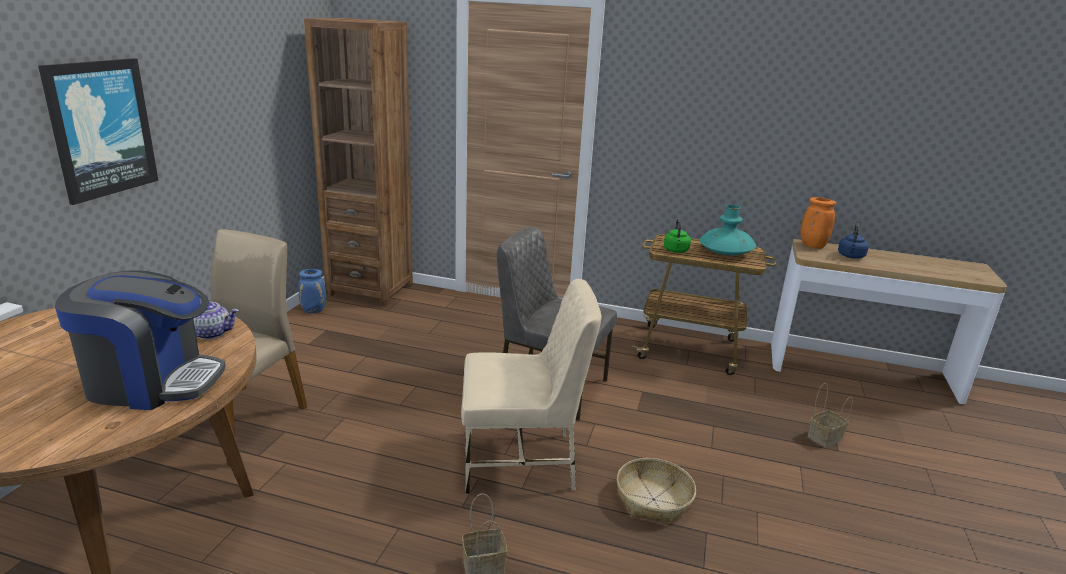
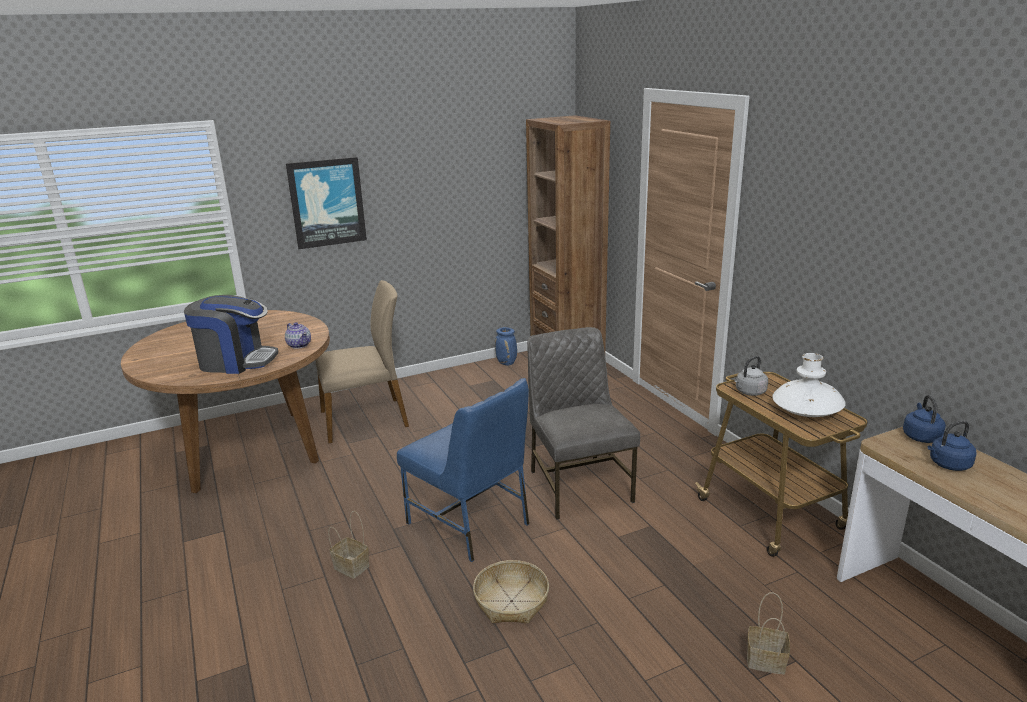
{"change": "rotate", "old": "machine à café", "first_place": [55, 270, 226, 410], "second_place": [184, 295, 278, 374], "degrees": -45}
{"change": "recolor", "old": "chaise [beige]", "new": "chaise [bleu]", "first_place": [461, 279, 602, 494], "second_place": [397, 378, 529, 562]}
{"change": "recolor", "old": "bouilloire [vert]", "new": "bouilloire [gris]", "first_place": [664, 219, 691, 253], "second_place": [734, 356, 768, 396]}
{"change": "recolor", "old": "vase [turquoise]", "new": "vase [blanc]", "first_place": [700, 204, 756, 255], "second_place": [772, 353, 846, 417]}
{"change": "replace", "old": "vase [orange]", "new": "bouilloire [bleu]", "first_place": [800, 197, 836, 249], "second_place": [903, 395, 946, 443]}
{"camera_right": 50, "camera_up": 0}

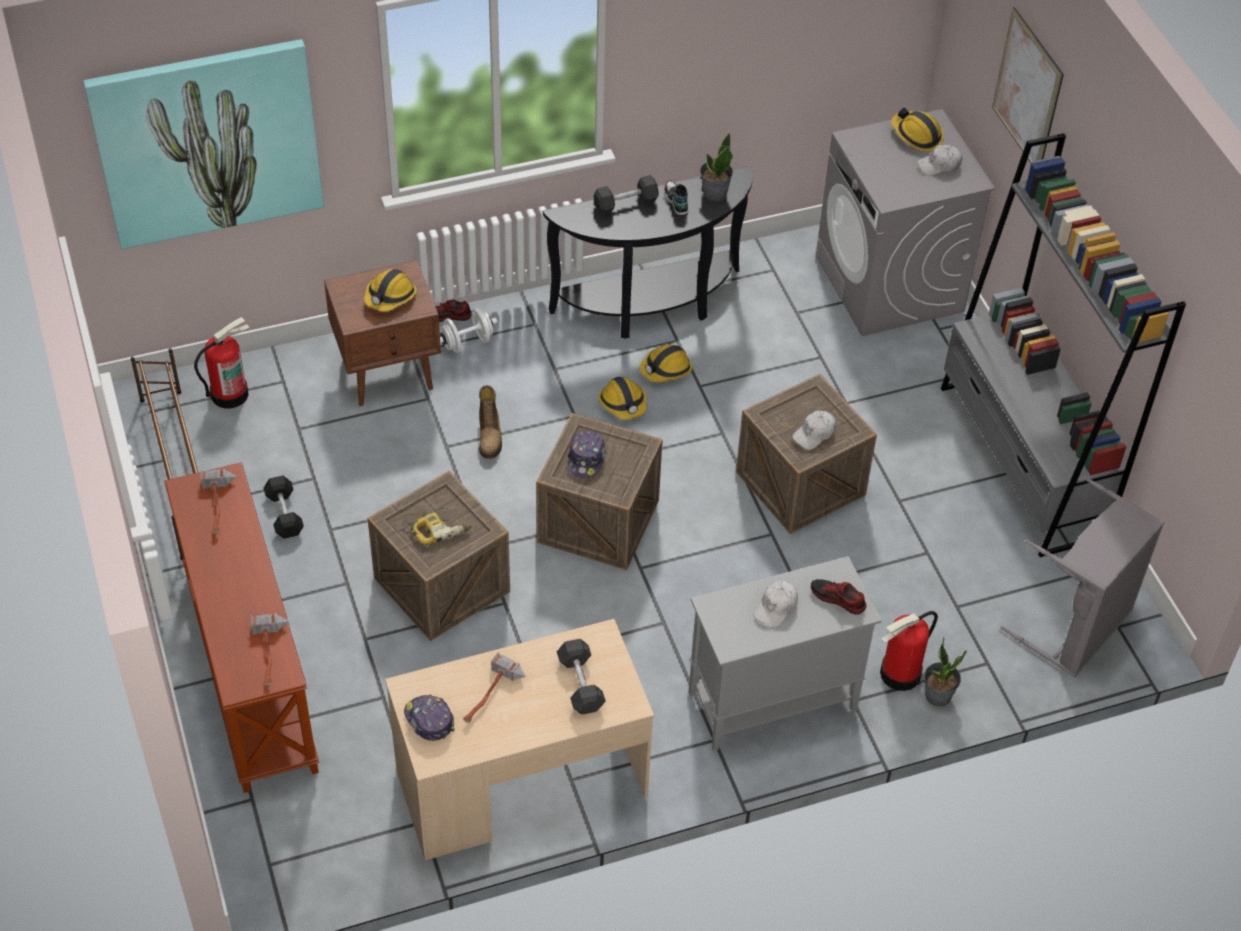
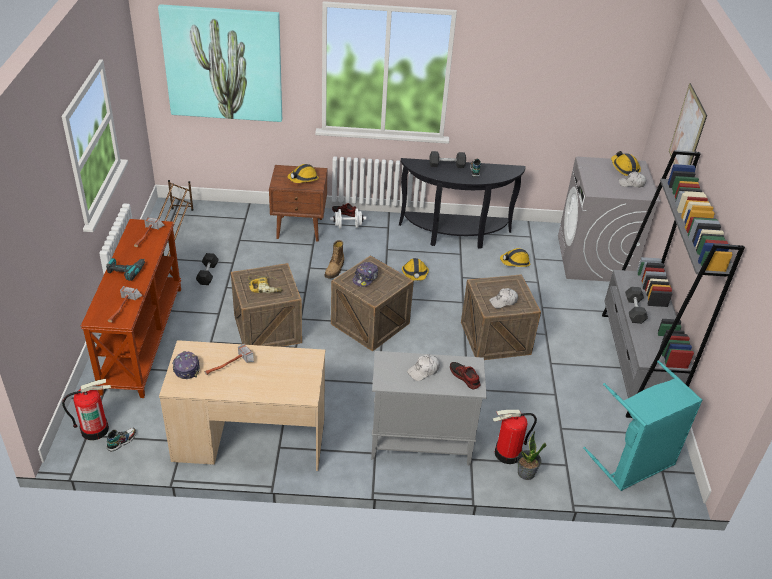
{"change": "move", "old": "extincteur", "first_place": [194, 317, 250, 408], "second_place": [62, 379, 111, 440]}
{"change": "move", "old": "haltère [gris]", "first_place": [557, 639, 606, 714], "second_place": [625, 286, 648, 324]}
{"change": "move", "old": "casque de chantier", "first_place": [639, 344, 692, 382], "second_place": [500, 248, 530, 267]}
{"change": "delete", "old": "plante en pot", "first_place": [700, 133, 733, 201]}
{"change": "recolor", "old": "panier à linge [gris]", "new": "panier à linge [turquoise]", "first_place": [1001, 476, 1164, 678], "second_place": [583, 361, 703, 491]}
{"change": "insert", "new": "perceuse", "second_place": [106, 258, 145, 281]}
{"change": "insert", "new": "chaussure", "second_place": [107, 428, 136, 451]}
{"camera_right": 20, "camera_up": -10}

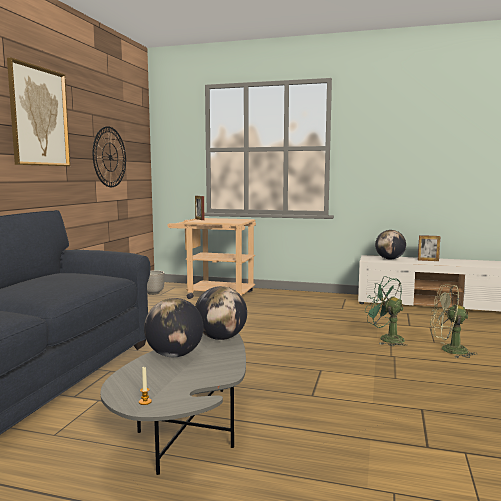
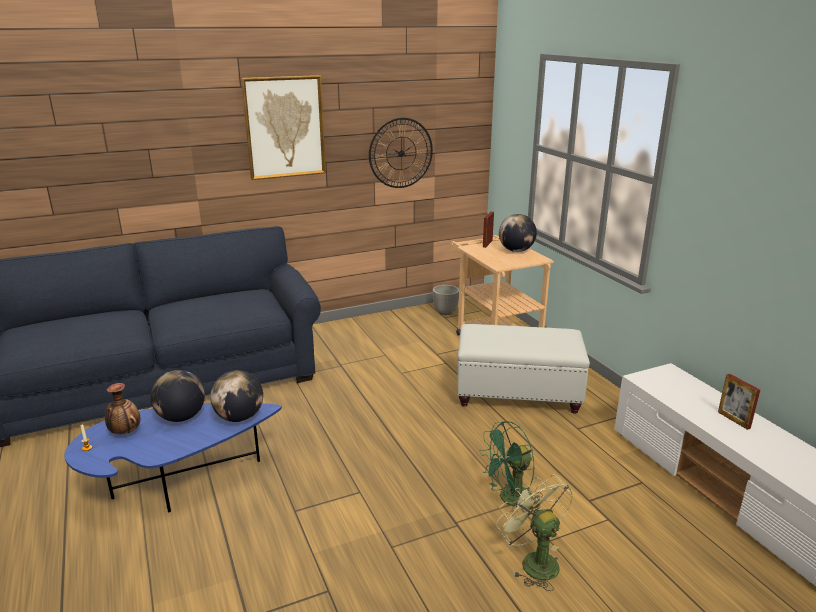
{"change": "recolor", "old": "table basse [gris]", "new": "table basse [bleu]", "first_place": [100, 333, 246, 475], "second_place": [64, 403, 282, 512]}
{"change": "rotate", "old": "ventilateur [vert]", "first_place": [365, 276, 407, 346], "second_place": [479, 421, 543, 512], "degrees": -120}
{"change": "move", "old": "globe", "first_place": [375, 230, 406, 260], "second_place": [499, 214, 537, 252]}
{"change": "insert", "new": "vase", "second_place": [105, 383, 141, 434]}
{"change": "insert", "new": "pouf [blanc]", "second_place": [457, 324, 590, 414]}
{"camera_right": 50, "camera_up": 15}

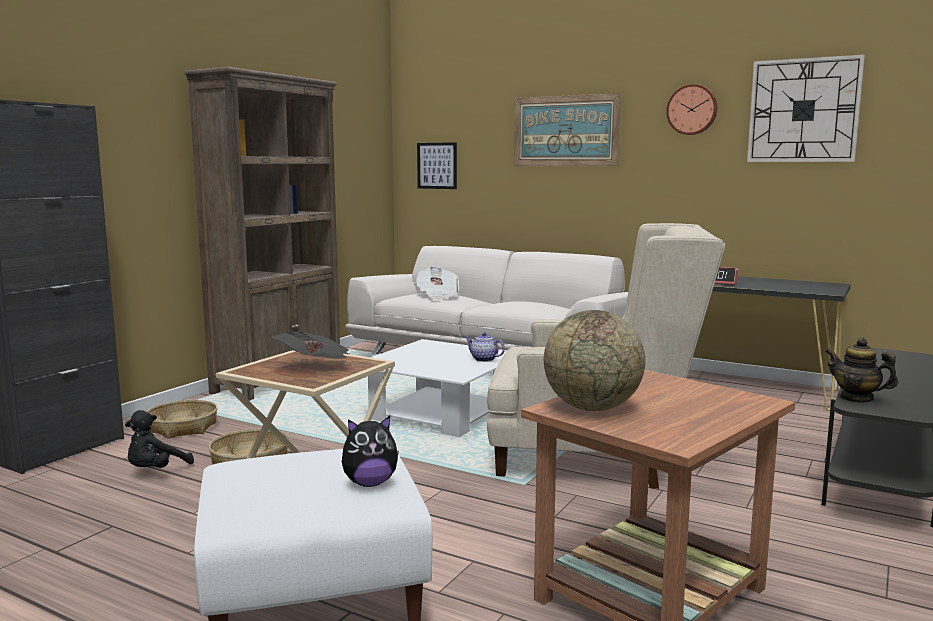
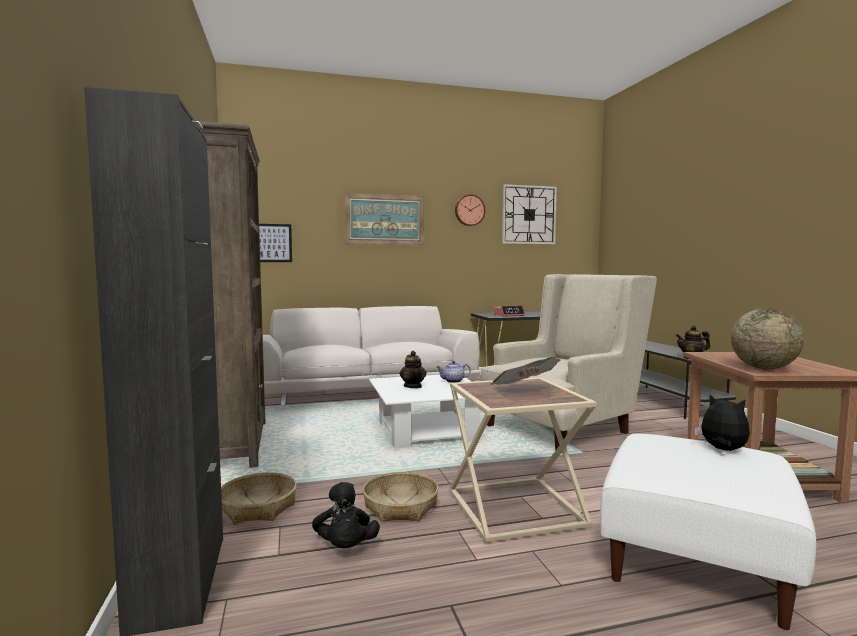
{"change": "rotate", "old": "peluche", "first_place": [342, 416, 399, 487], "second_place": [694, 394, 750, 451], "degrees": -75}
{"change": "delete", "old": "journal", "first_place": [415, 266, 459, 300]}
{"change": "insert", "new": "théière", "second_place": [400, 351, 426, 388]}
{"camera_right": -45, "camera_up": -5}

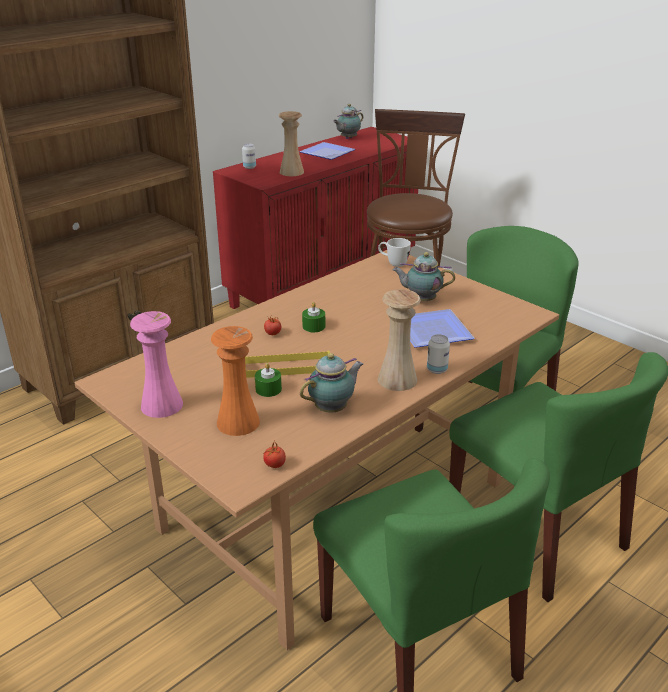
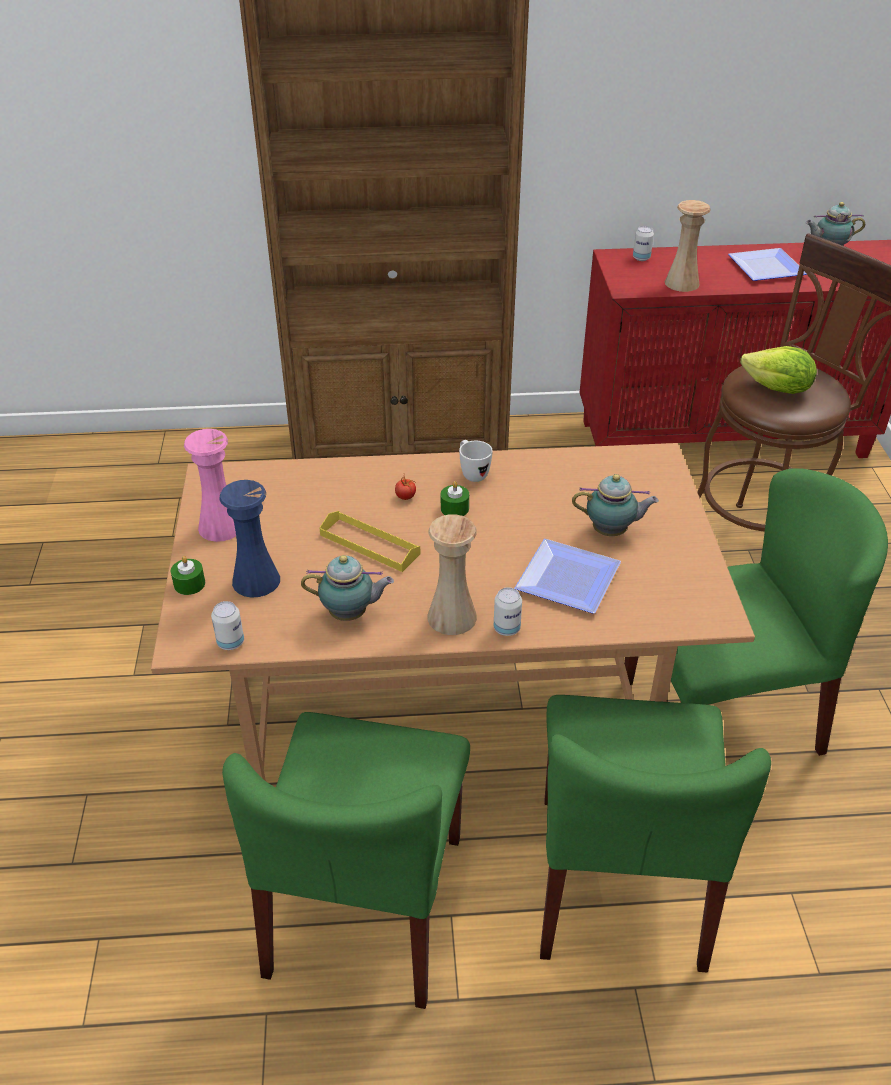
{"change": "recolor", "old": "vase [orange]", "new": "vase [bleu]", "first_place": [211, 326, 260, 436], "second_place": [219, 480, 280, 598]}
{"change": "move", "old": "bougie [vert]", "first_place": [255, 363, 282, 397], "second_place": [171, 556, 205, 595]}
{"change": "replace", "old": "tomate", "new": "boîte métallique", "first_place": [263, 442, 286, 468], "second_place": [211, 601, 244, 650]}
{"change": "move", "old": "mug [blanc]", "first_place": [378, 238, 411, 267], "second_place": [459, 440, 493, 482]}
{"change": "rotate", "old": "théière", "first_place": [393, 252, 455, 301], "second_place": [572, 474, 659, 536], "degrees": 135}
{"change": "insert", "new": "laitue", "second_place": [740, 346, 817, 394]}
{"camera_right": 40, "camera_up": 10}

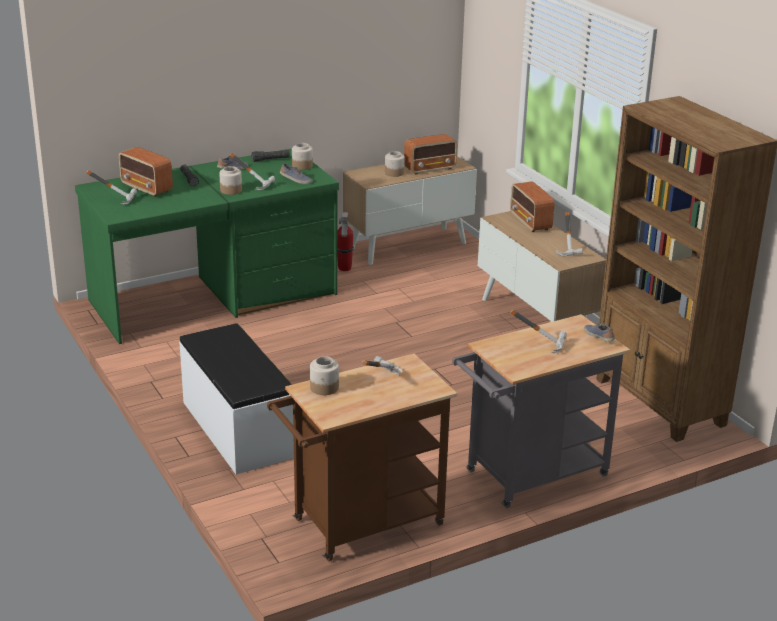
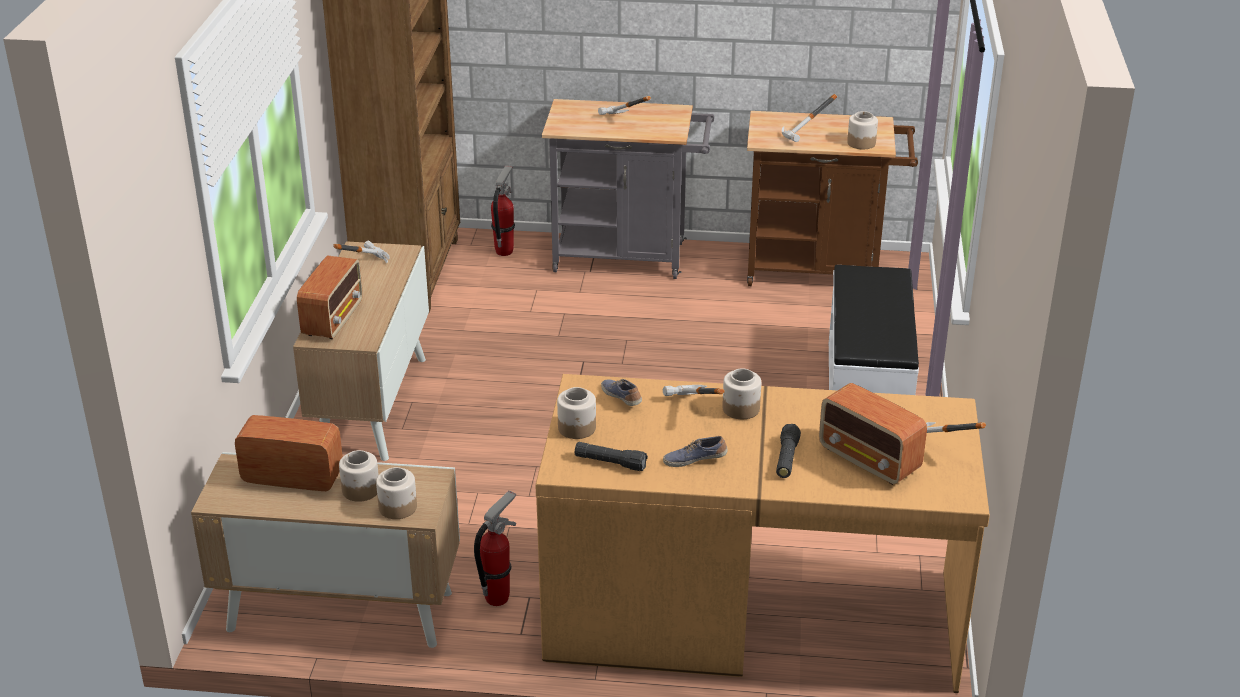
{"change": "recolor", "old": "bureau [vert]", "new": "bureau [marron]", "first_place": [75, 149, 339, 344], "second_place": [535, 374, 990, 693]}
{"change": "rotate", "old": "radio", "first_place": [118, 147, 173, 197], "second_place": [819, 383, 927, 485], "degrees": 150}
{"change": "delete", "old": "chaussure", "first_place": [584, 323, 615, 342]}
{"change": "insert", "new": "bocal", "second_place": [376, 467, 417, 519]}
{"change": "insert", "new": "extincteur", "second_place": [491, 165, 515, 256]}
{"camera_right": -145, "camera_up": 5}

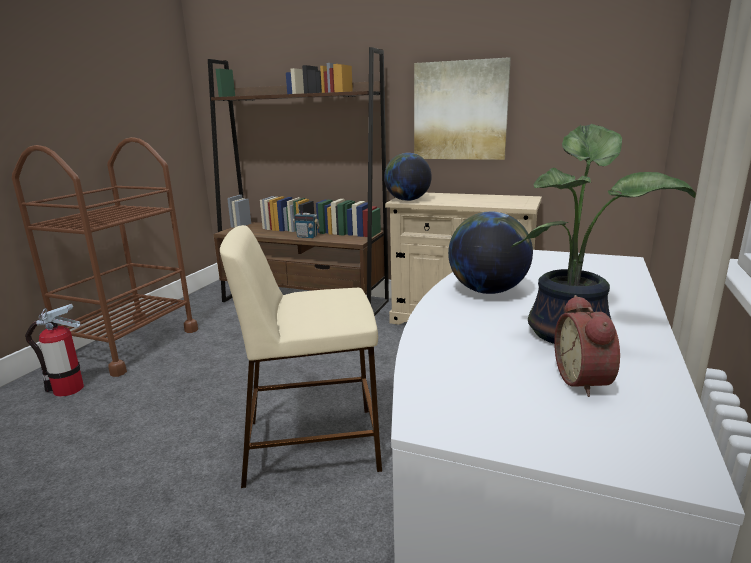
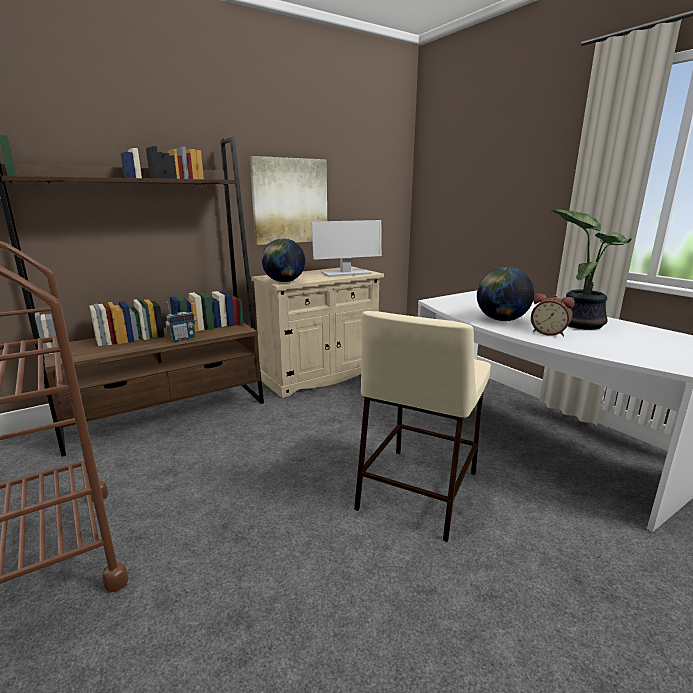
{"change": "delete", "old": "extincteur", "first_place": [25, 304, 84, 397]}
{"change": "move", "old": "réveil", "first_place": [554, 295, 620, 397], "second_place": [531, 293, 575, 337]}
{"change": "insert", "new": "écran d'ordinateur", "second_place": [311, 220, 382, 277]}
{"camera_right": -55, "camera_up": 0}

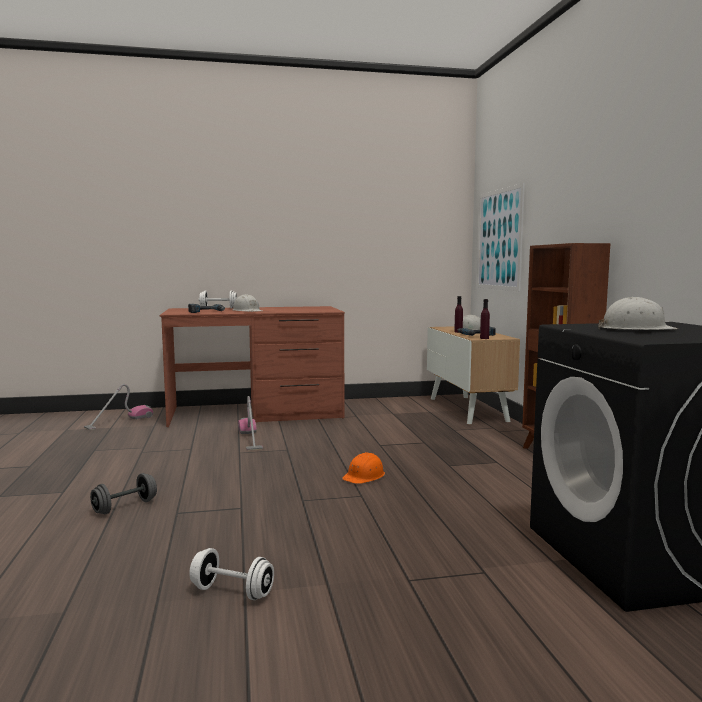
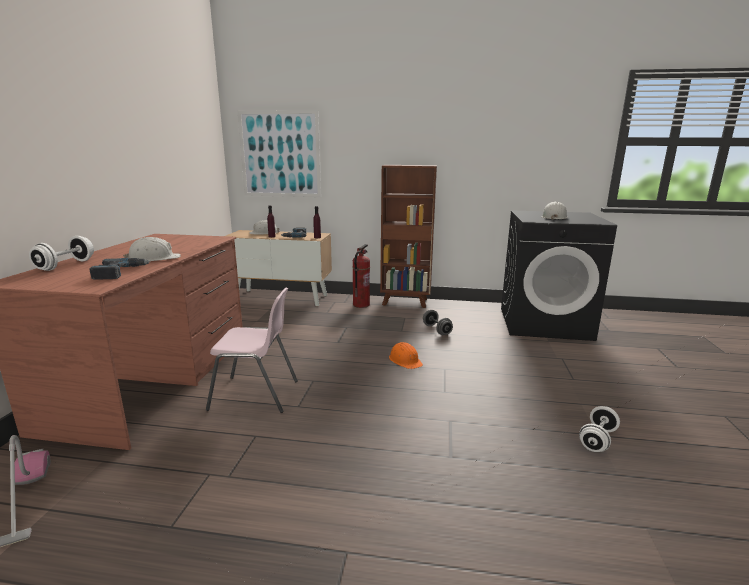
{"change": "move", "old": "haltère [gris]", "first_place": [90, 473, 157, 515], "second_place": [423, 310, 453, 335]}
{"change": "replace", "old": "aspirateur", "new": "chaise [rose]", "first_place": [238, 396, 263, 450], "second_place": [206, 288, 298, 413]}
{"change": "insert", "new": "extincteur", "second_place": [352, 244, 370, 308]}
{"camera_right": -70, "camera_up": 10}

